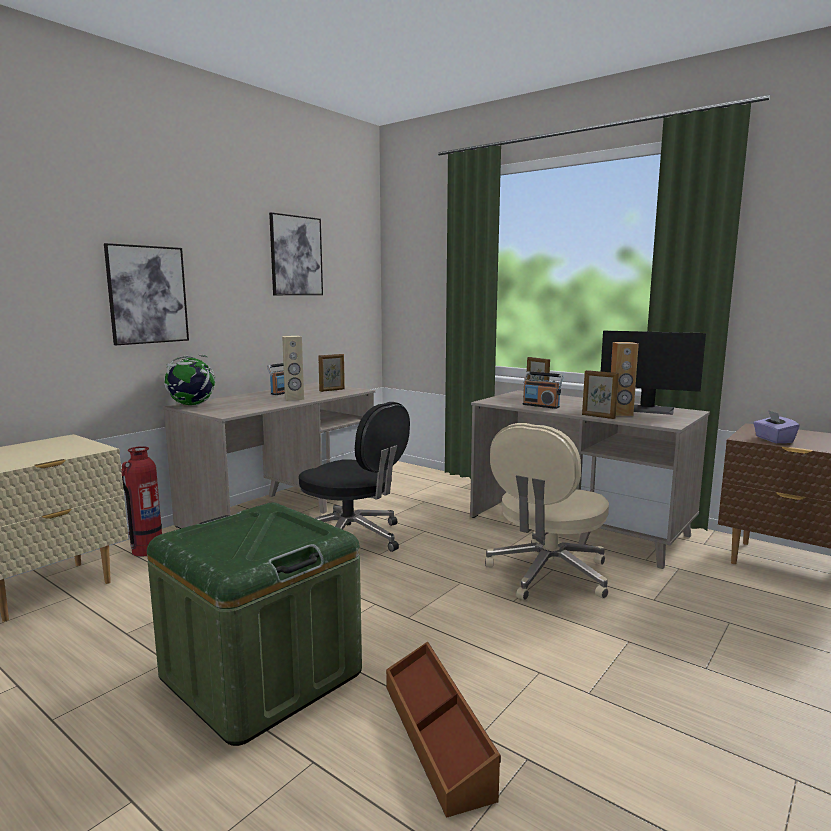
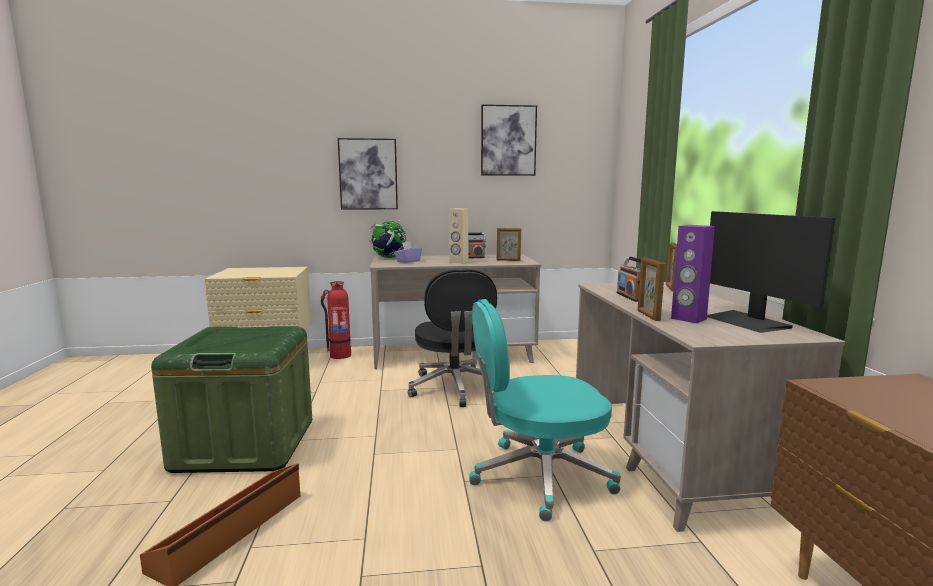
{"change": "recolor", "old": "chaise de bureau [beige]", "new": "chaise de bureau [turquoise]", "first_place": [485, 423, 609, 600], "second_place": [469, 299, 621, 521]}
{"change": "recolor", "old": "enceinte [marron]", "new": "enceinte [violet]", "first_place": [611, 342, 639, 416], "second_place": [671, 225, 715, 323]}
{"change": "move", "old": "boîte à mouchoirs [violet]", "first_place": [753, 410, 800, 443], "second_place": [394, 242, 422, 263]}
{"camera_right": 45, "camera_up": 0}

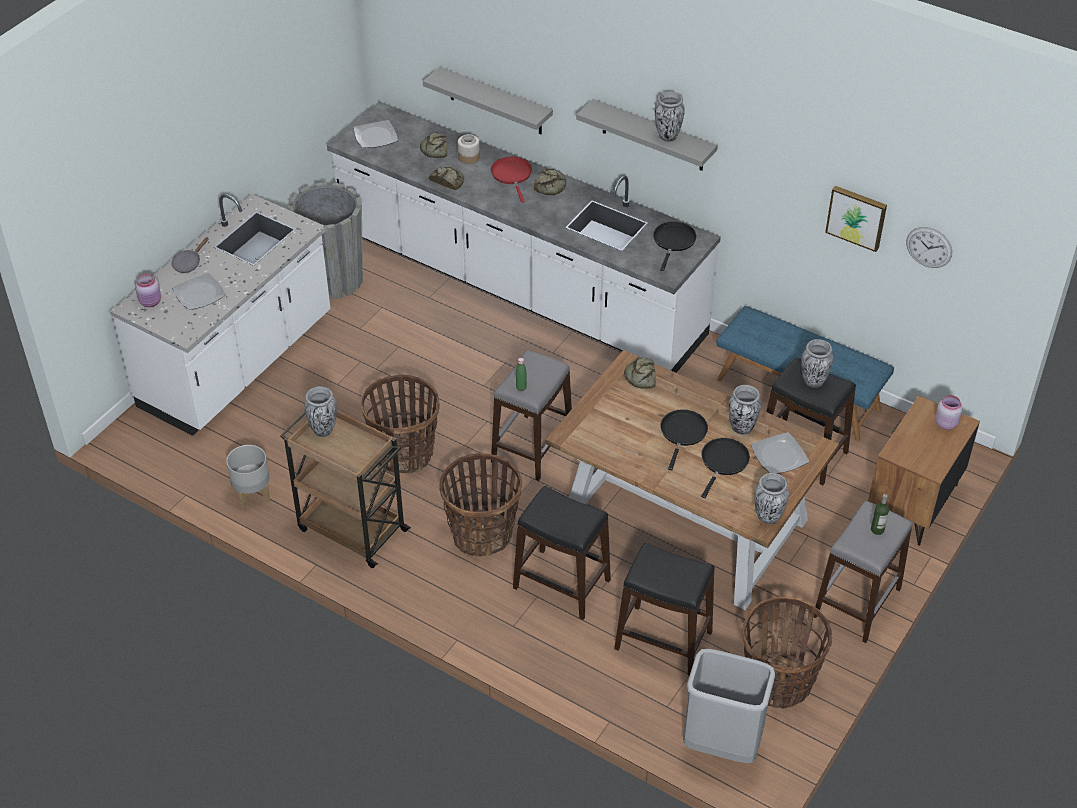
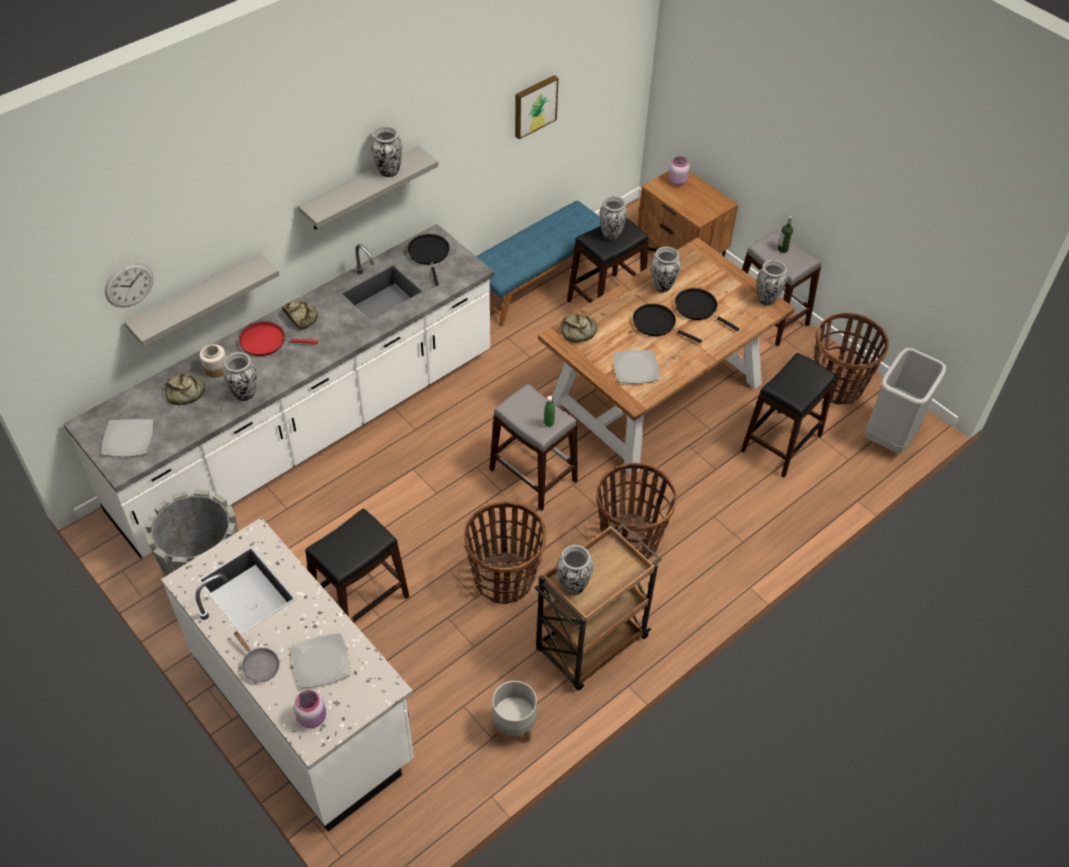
{"change": "replace", "old": "pain", "new": "vase", "first_place": [429, 167, 464, 190], "second_place": [223, 352, 257, 401]}
{"change": "move", "old": "tabouret [noir]", "first_place": [513, 486, 611, 620], "second_place": [305, 508, 410, 623]}
{"change": "rotate", "old": "poêle [noir]", "first_place": [653, 221, 697, 271], "second_place": [407, 234, 450, 286], "degrees": 45}
{"change": "move", "old": "assiette", "first_place": [751, 432, 809, 473], "second_place": [613, 350, 659, 384]}
{"change": "move", "old": "horloge murale", "first_place": [906, 227, 952, 268], "second_place": [105, 263, 154, 308]}
{"camera_right": -75, "camera_up": 5}

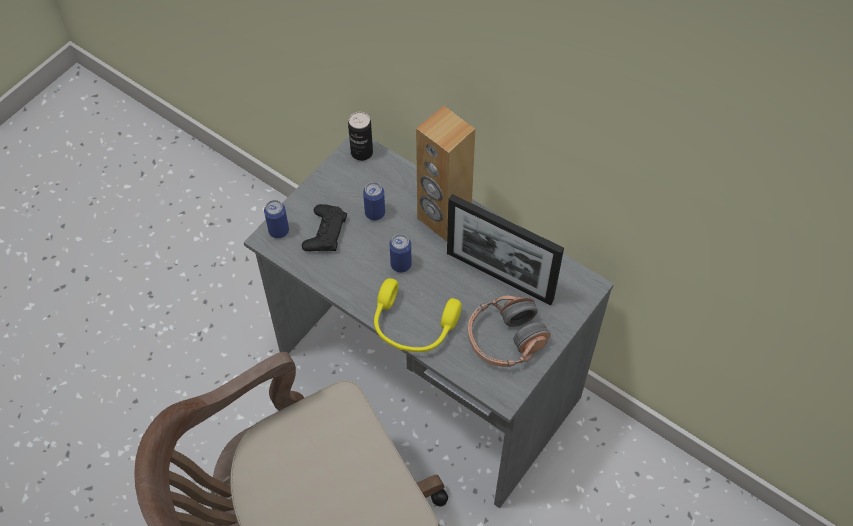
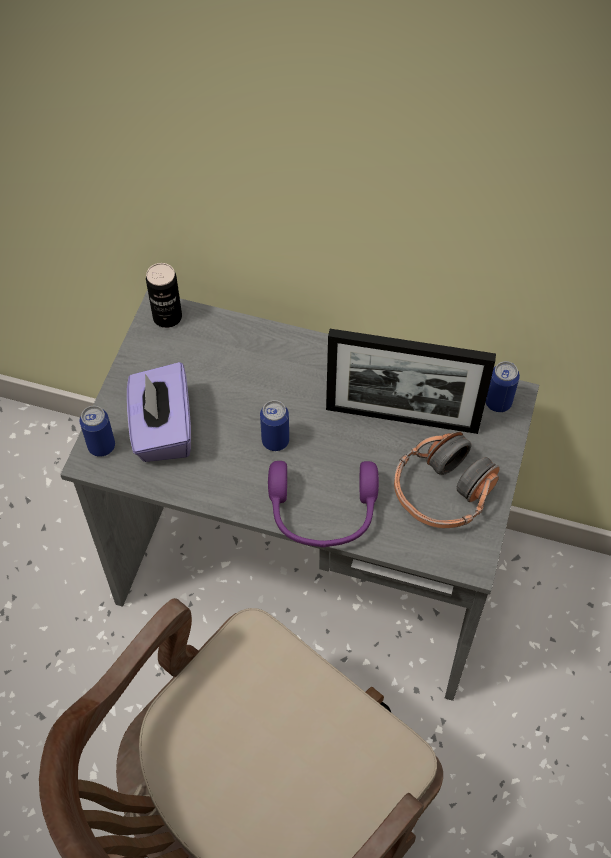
{"change": "replace", "old": "manette [noir]", "new": "boîte à mouchoirs [violet]", "first_place": [302, 204, 347, 252], "second_place": [127, 362, 191, 462]}
{"change": "move", "old": "boîte métallique", "first_place": [363, 182, 385, 220], "second_place": [486, 361, 520, 412]}
{"change": "recolor", "old": "casque audio [jaune]", "new": "casque audio [violet]", "first_place": [374, 278, 462, 352], "second_place": [268, 461, 379, 547]}
{"change": "delete", "old": "enceinte [marron]", "first_place": [416, 106, 475, 241]}
{"camera_right": -20, "camera_up": 0}

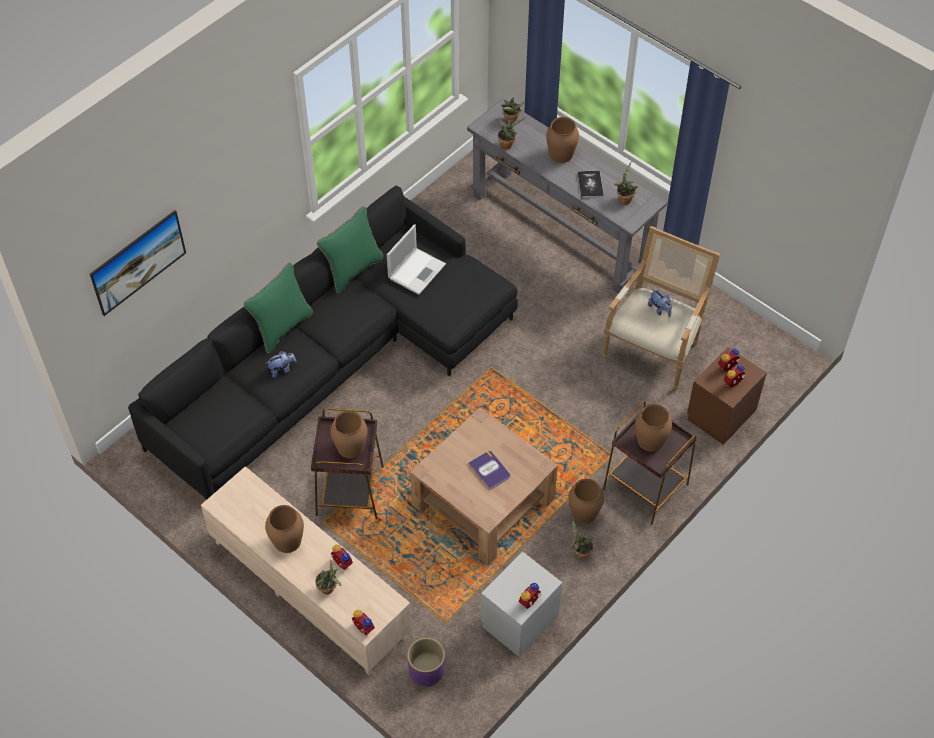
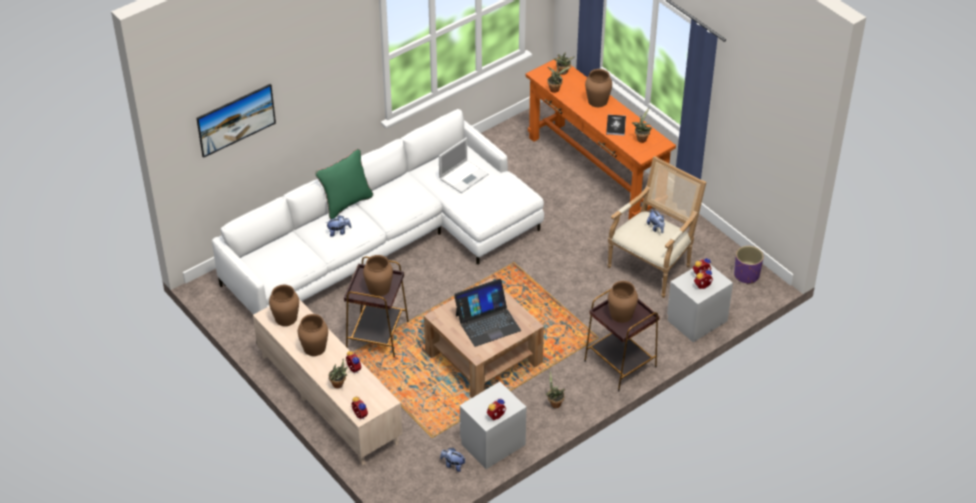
{"change": "recolor", "old": "canapé [noir]", "new": "canapé [blanc]", "first_place": [128, 186, 518, 500], "second_place": [212, 109, 544, 315]}
{"change": "delete", "old": "coussin [vert]", "first_place": [317, 206, 383, 293]}
{"change": "move", "old": "cache-pot [violet]", "first_place": [407, 638, 445, 687], "second_place": [734, 246, 764, 284]}
{"change": "recolor", "old": "table console [gris]", "new": "table console [orange]", "first_place": [467, 98, 667, 293], "second_place": [526, 57, 676, 220]}
{"change": "replace", "old": "livre", "new": "ordinateur portable", "first_place": [468, 451, 510, 490], "second_place": [454, 279, 521, 347]}
{"change": "move", "old": "vase [marron]", "first_place": [568, 479, 604, 524], "second_place": [269, 285, 299, 326]}
{"change": "recolor", "old": "table de chevet [marron]", "new": "table de chevet [gris]", "first_place": [687, 347, 767, 445], "second_place": [667, 264, 733, 342]}
{"change": "insert", "new": "peluche", "second_place": [440, 448, 465, 472]}
{"camera_right": 10, "camera_up": -10}

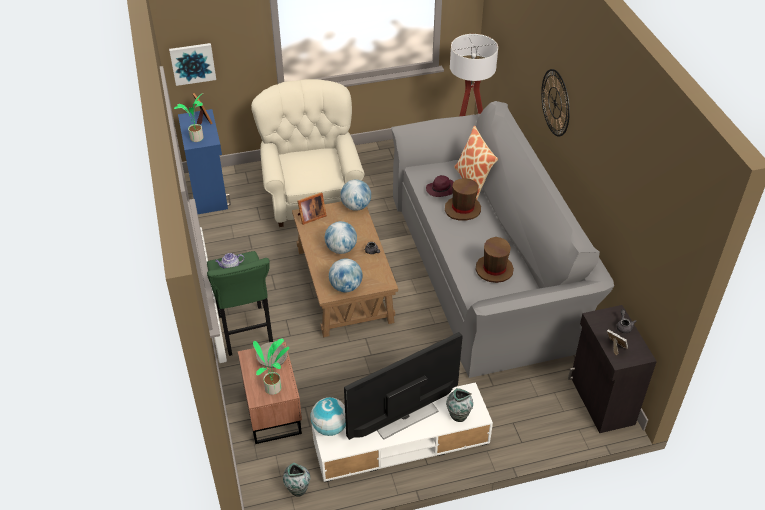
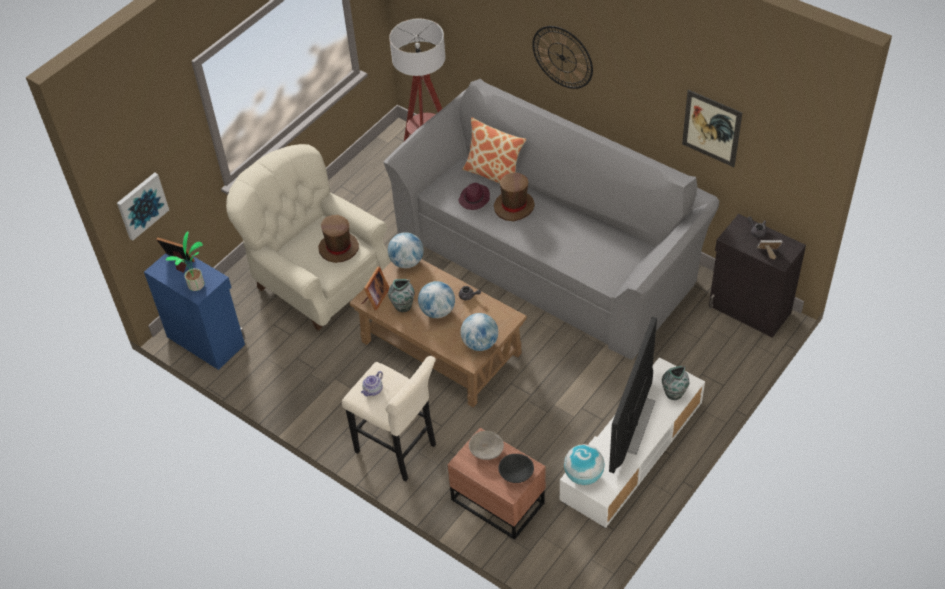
{"change": "recolor", "old": "tabouret [vert]", "new": "tabouret [beige]", "first_place": [207, 251, 273, 356], "second_place": [342, 356, 436, 482]}
{"change": "replace", "old": "plante en pot", "new": "bol [noir]", "first_place": [253, 338, 290, 395], "second_place": [499, 454, 534, 483]}
{"change": "move", "old": "vase", "first_place": [283, 463, 310, 497], "second_place": [388, 279, 415, 312]}
{"change": "move", "old": "chapeau [marron]", "first_place": [476, 237, 514, 283], "second_place": [318, 215, 359, 263]}
{"change": "insert", "new": "tableau", "second_place": [682, 90, 742, 167]}
{"camera_right": -35, "camera_up": 5}

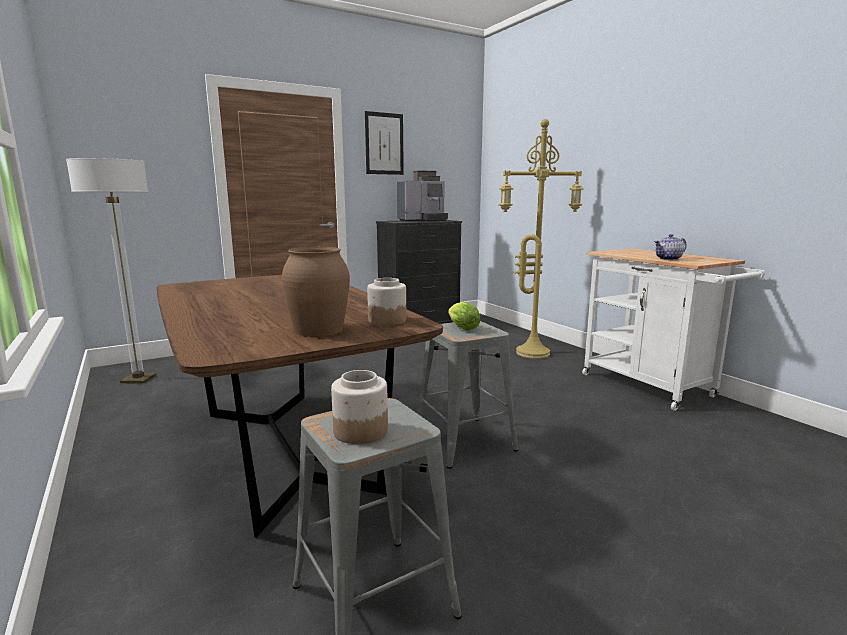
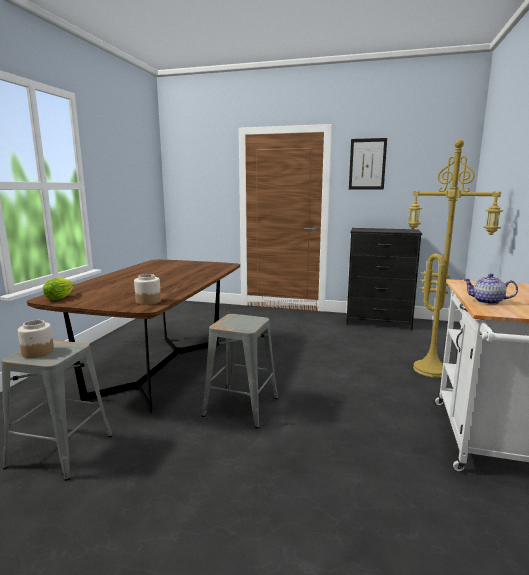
{"change": "delete", "old": "lampadaire", "first_place": [66, 158, 157, 384]}
{"change": "delete", "old": "vase [marron]", "first_place": [282, 247, 350, 337]}
{"change": "delete", "old": "machine à café", "first_place": [397, 170, 448, 222]}
{"change": "move", "old": "laitue", "first_place": [448, 302, 480, 331], "second_place": [43, 278, 74, 300]}
{"camera_right": 45, "camera_up": 0}

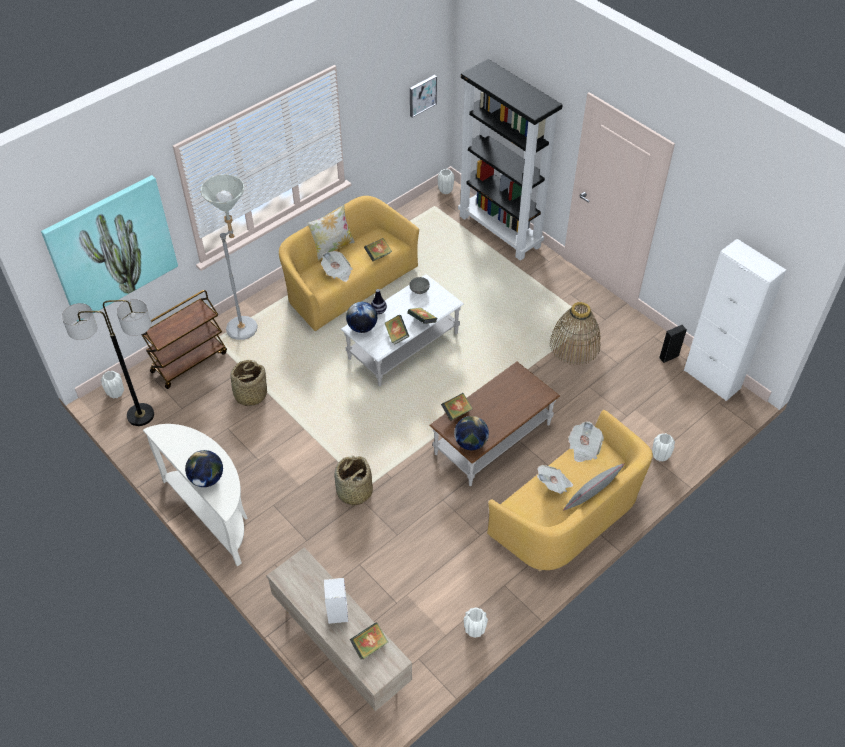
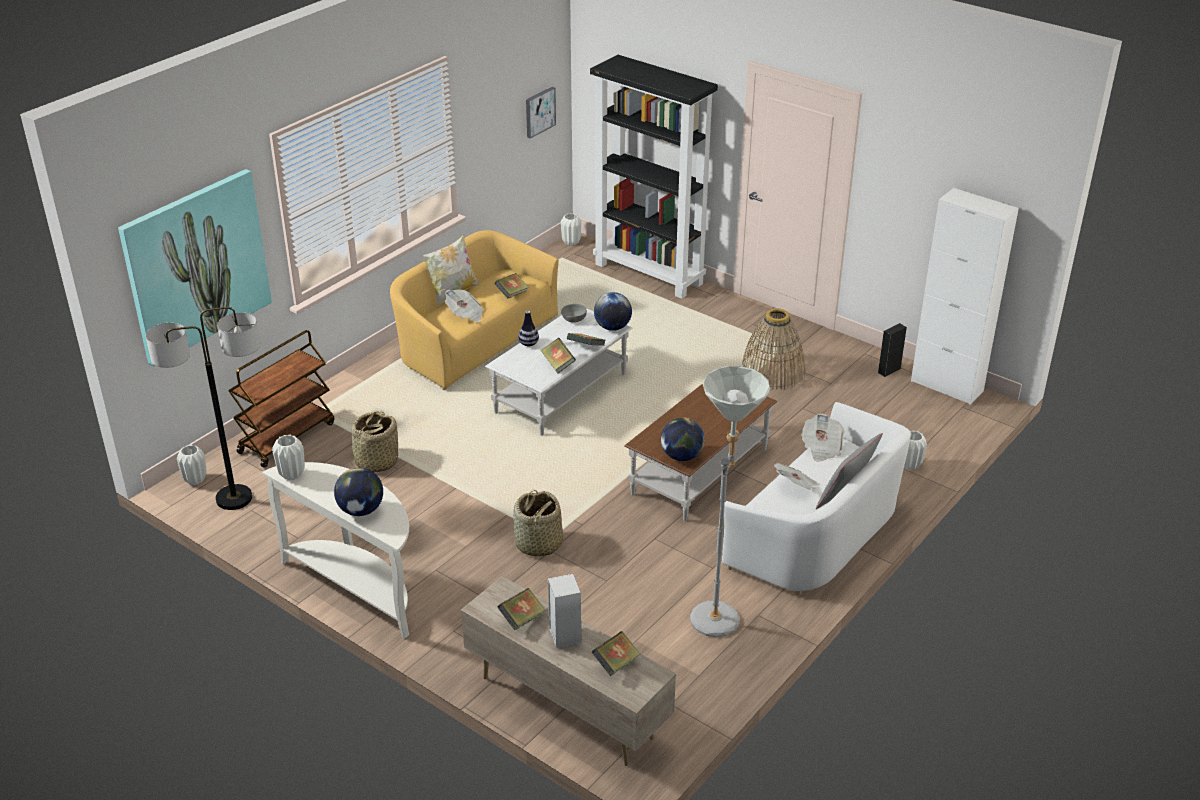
{"change": "move", "old": "lampadaire [gris]", "first_place": [201, 174, 258, 340], "second_place": [690, 366, 770, 637]}
{"change": "move", "old": "globe", "first_place": [346, 302, 377, 333], "second_place": [594, 292, 632, 331]}
{"change": "move", "old": "livre", "first_place": [441, 393, 473, 421], "second_place": [497, 588, 546, 630]}
{"change": "move", "old": "vase [blanc]", "first_place": [464, 608, 488, 638], "second_place": [272, 435, 305, 480]}
{"change": "recolor", "old": "canapé [jaune]", "new": "canapé [blanc]", "first_place": [487, 410, 653, 571], "second_place": [722, 402, 911, 595]}
{"camera_right": -10, "camera_up": -15}

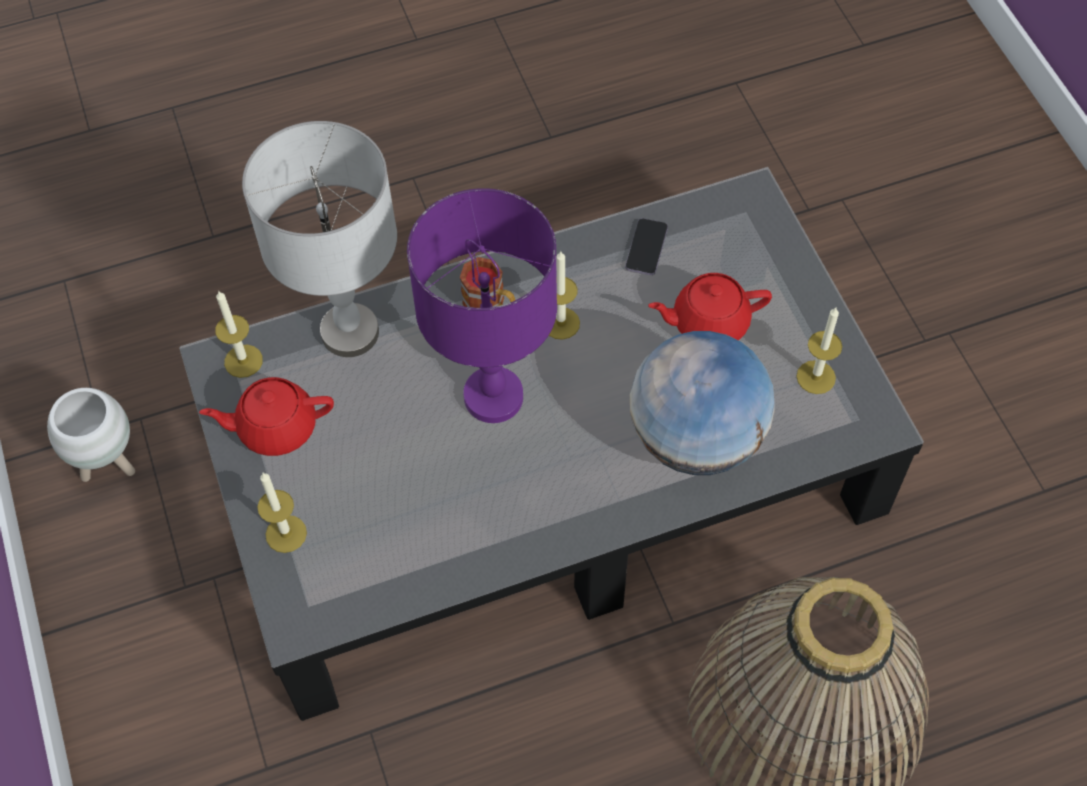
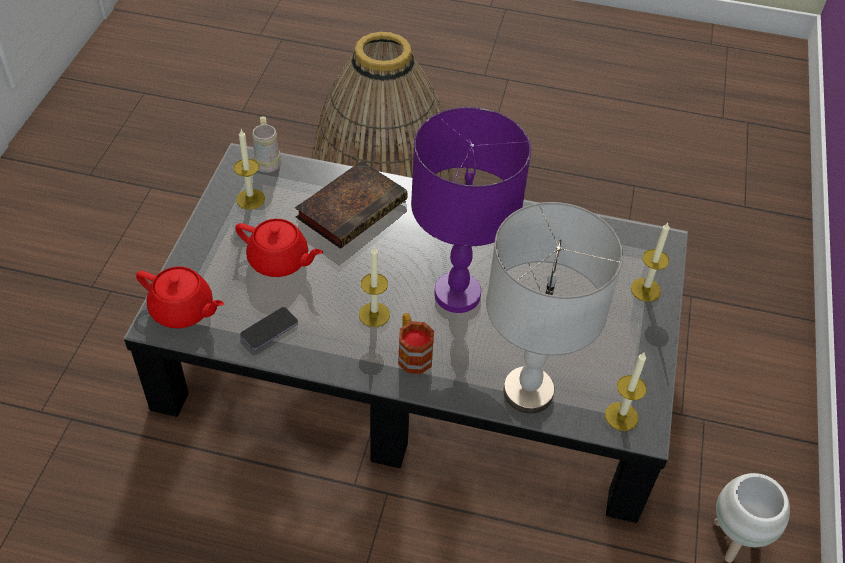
{"change": "move", "old": "théière [rouge]", "first_place": [199, 377, 334, 456], "second_place": [136, 266, 224, 328]}
{"change": "replace", "old": "globe", "new": "livre", "first_place": [630, 331, 775, 475], "second_place": [295, 161, 408, 249]}
{"change": "insert", "new": "mug [beige]", "second_place": [252, 116, 281, 173]}
{"camera_right": -150, "camera_up": -10}

